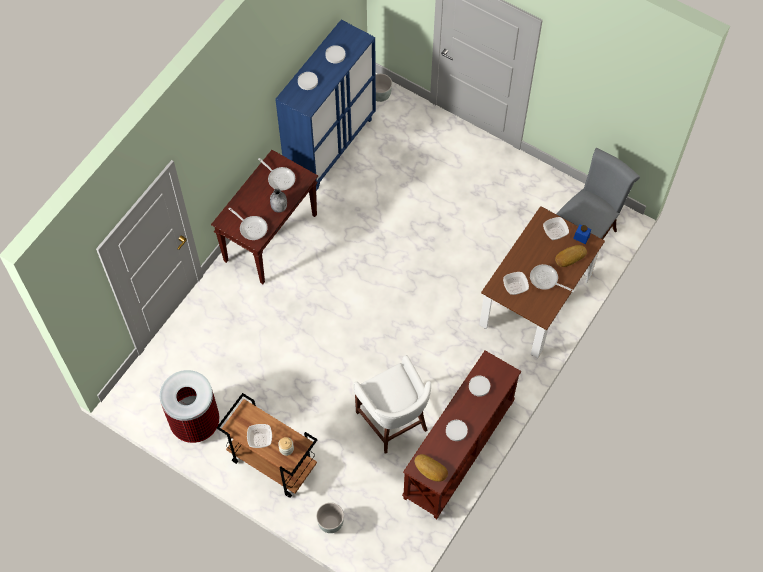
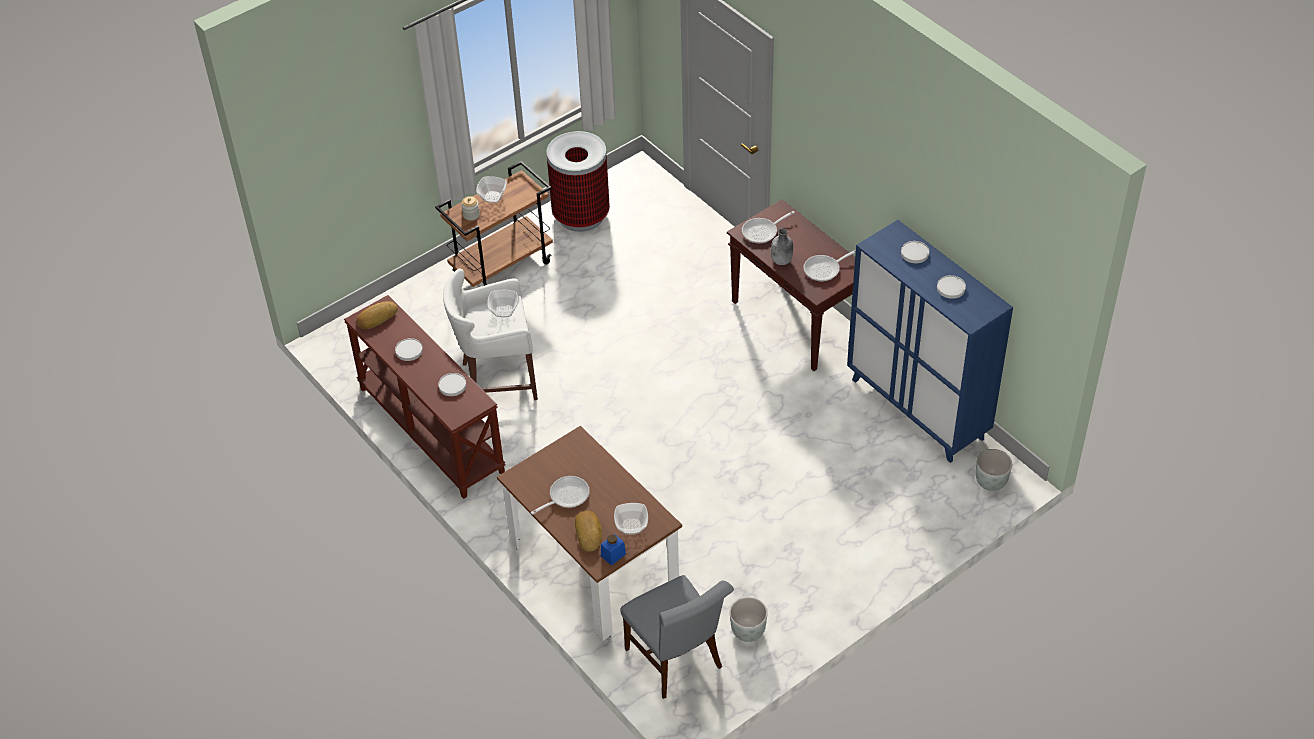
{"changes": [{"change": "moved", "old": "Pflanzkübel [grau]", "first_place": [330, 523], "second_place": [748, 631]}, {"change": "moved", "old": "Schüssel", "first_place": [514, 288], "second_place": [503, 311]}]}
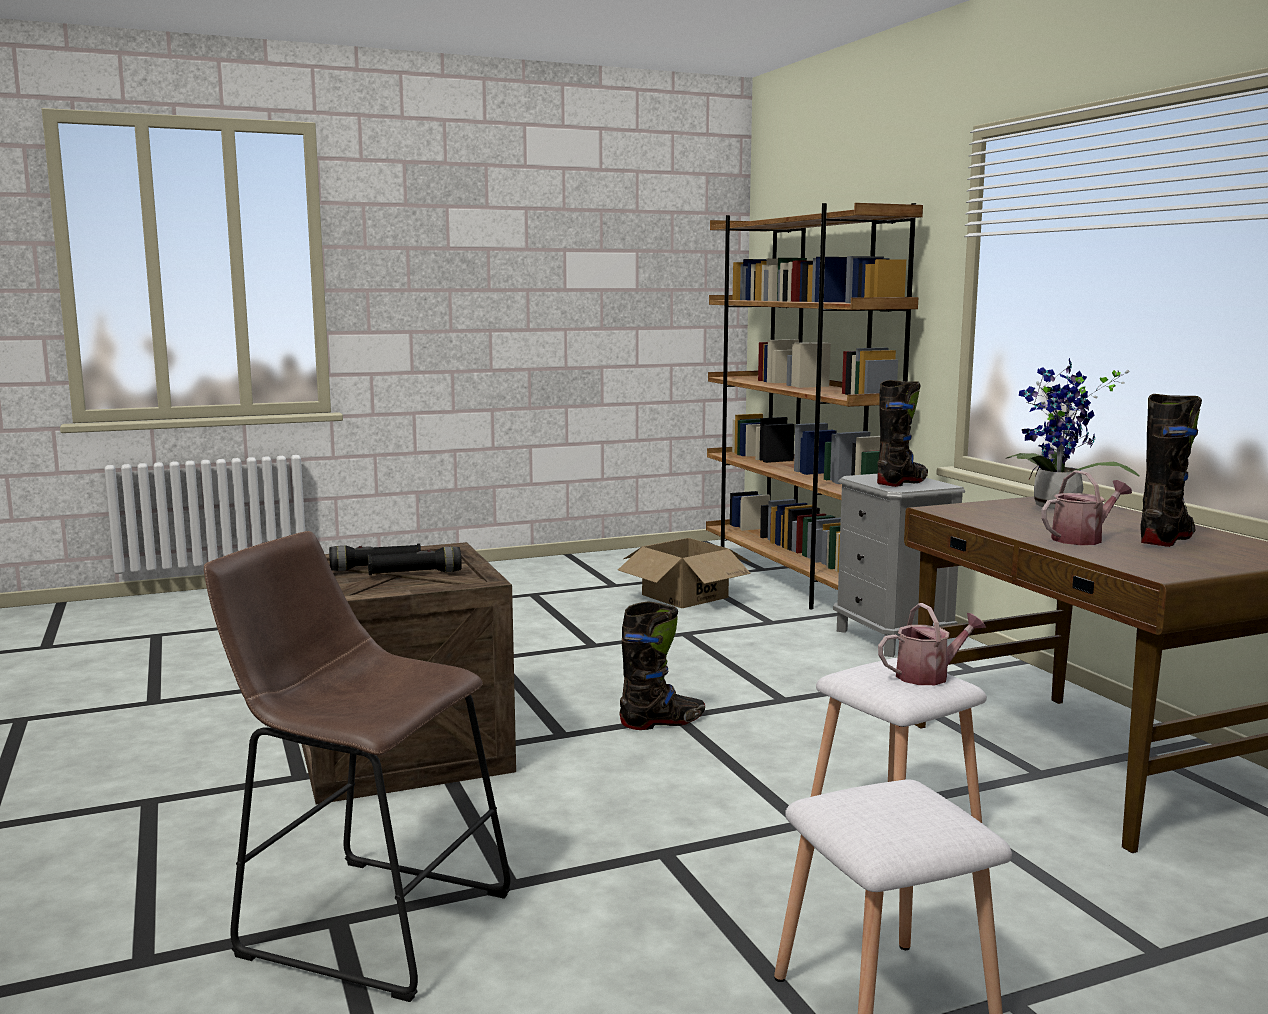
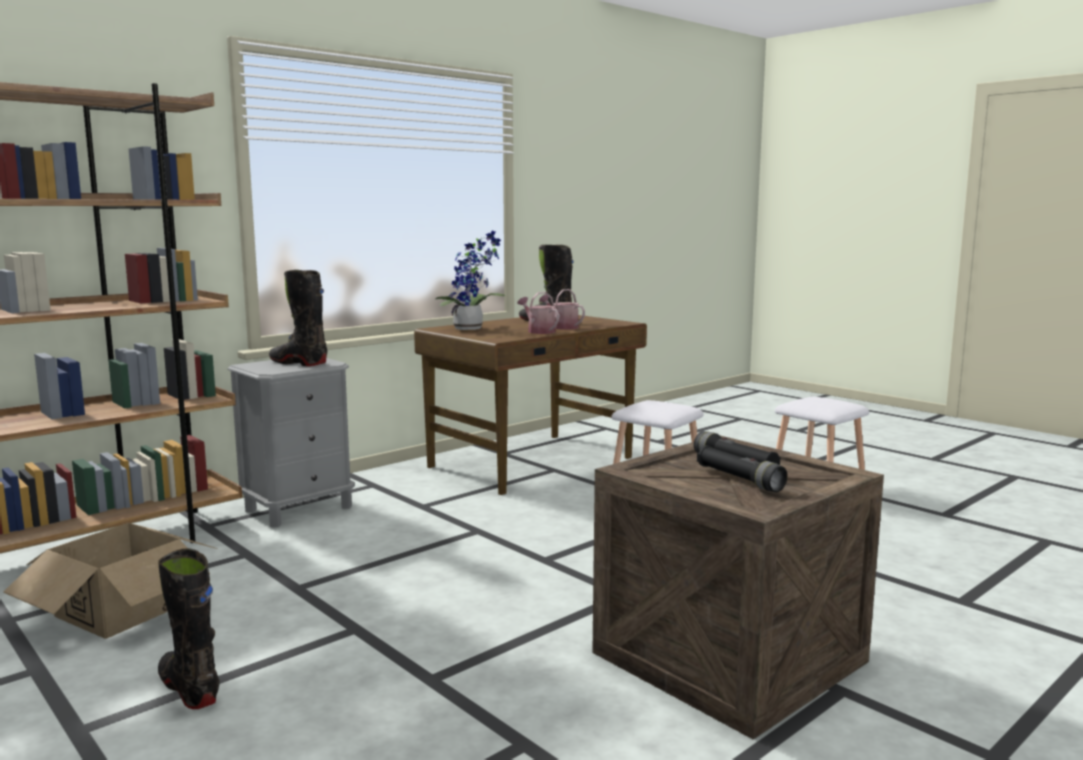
{"changes": [{"change": "removed", "old": "Hocker [braun]", "first_place": [364, 920]}, {"change": "moved", "old": "Stiefel [schwarz]", "first_place": [663, 722], "second_place": [189, 688]}, {"change": "moved", "old": "Gießkanne", "first_place": [928, 675], "second_place": [539, 331]}]}
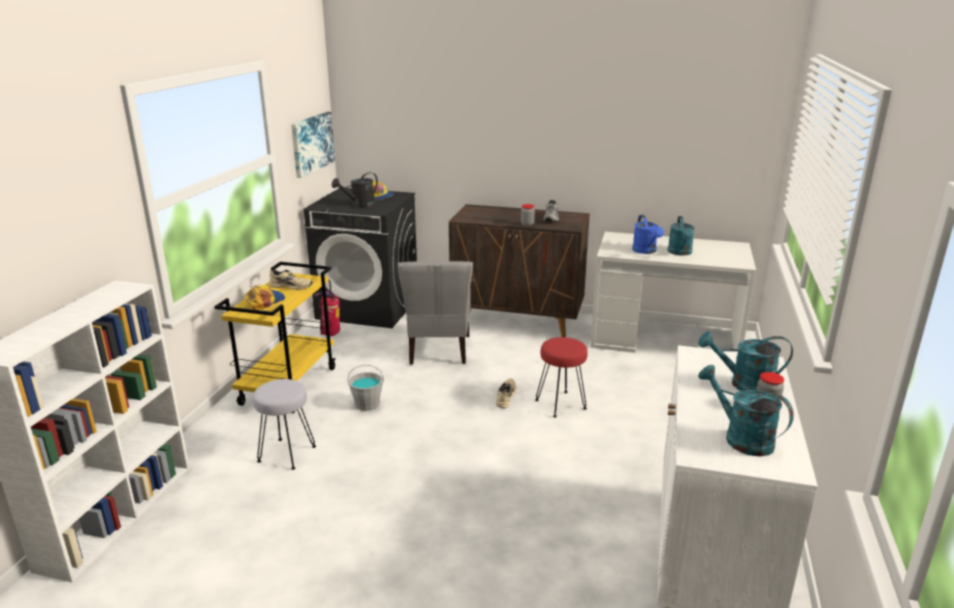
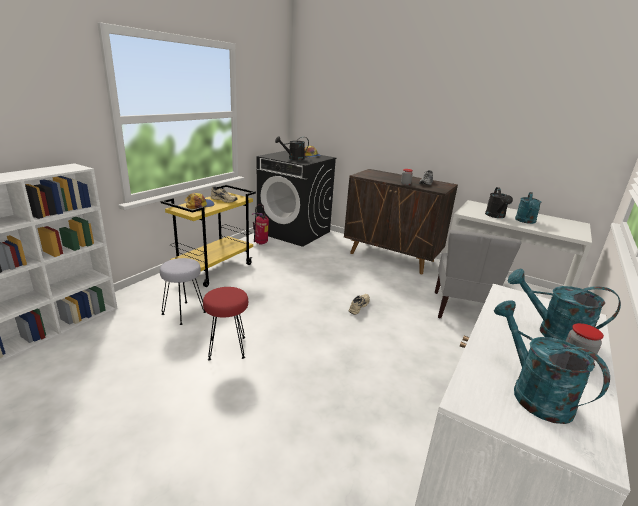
{"changes": [{"change": "removed", "old": "Bild", "first_place": [311, 143]}, {"change": "removed", "old": "Eimer [grau]", "first_place": [367, 404]}, {"change": "moved", "old": "Stuhl [grau]", "first_place": [438, 350], "second_place": [461, 309]}, {"change": "moved", "old": "Hocker [rot]", "first_place": [561, 404], "second_place": [228, 348]}, {"change": "recoloured", "old": "Gießkanne [blau]", "new": "Gießkanne [schwarz]", "first_place": [646, 251], "second_place": [496, 216]}]}
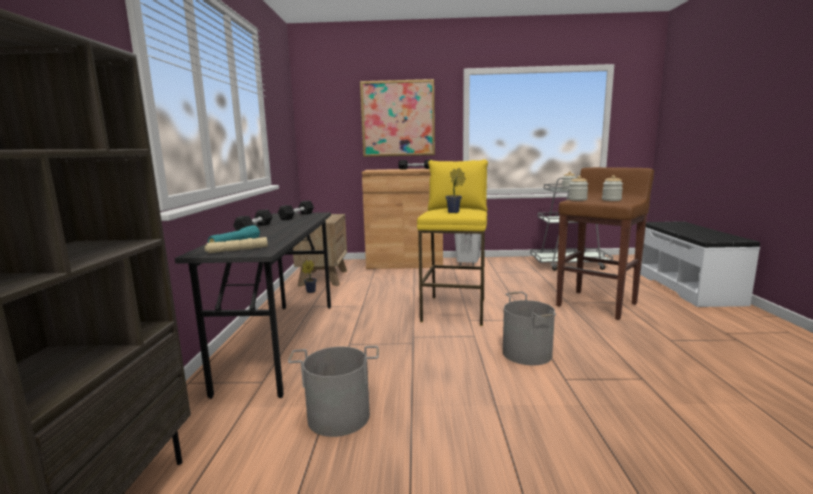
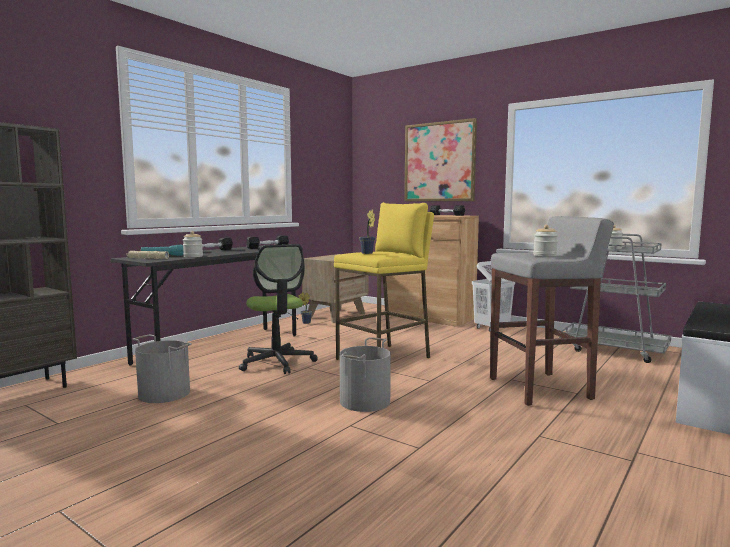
{"changes": [{"change": "recoloured", "old": "Hocker [braun]", "new": "Hocker [grau]", "first_place": [597, 304], "second_place": [541, 388]}, {"change": "moved", "old": "Vorratsglas", "first_place": [577, 199], "second_place": [193, 256]}, {"change": "added", "new": "Bürostuhl", "second_place": [277, 362]}]}
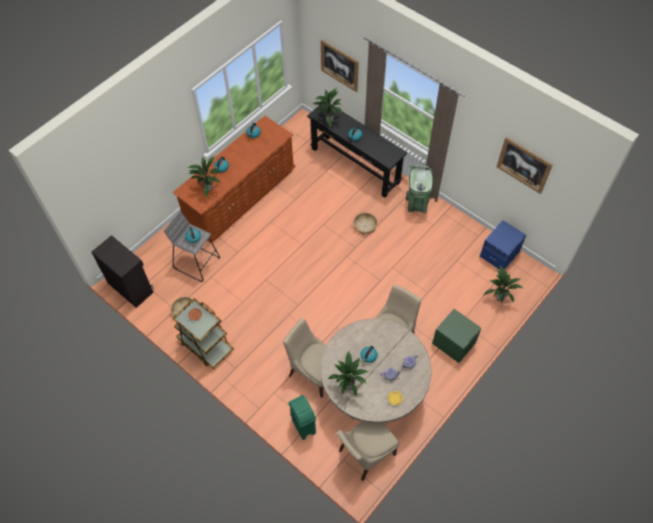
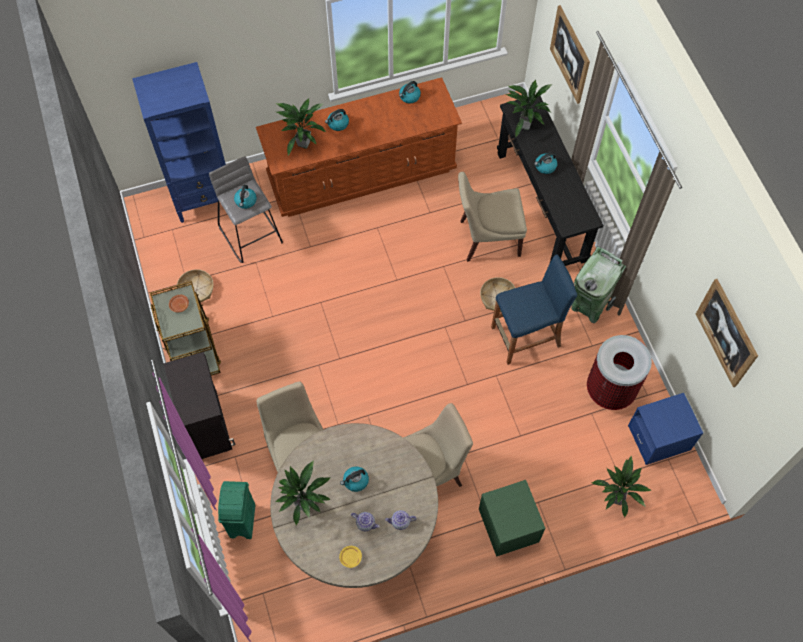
{"changes": [{"change": "moved", "old": "Schrank [schwarz]", "first_place": [130, 287], "second_place": [208, 424]}, {"change": "moved", "old": "Stuhl [beige]", "first_place": [365, 454], "second_place": [487, 238]}, {"change": "added", "new": "Bücherregal [blau]", "second_place": [204, 198]}, {"change": "added", "new": "Hocker [blau]", "second_place": [525, 337]}, {"change": "added", "new": "Mülleimer", "second_place": [610, 390]}]}
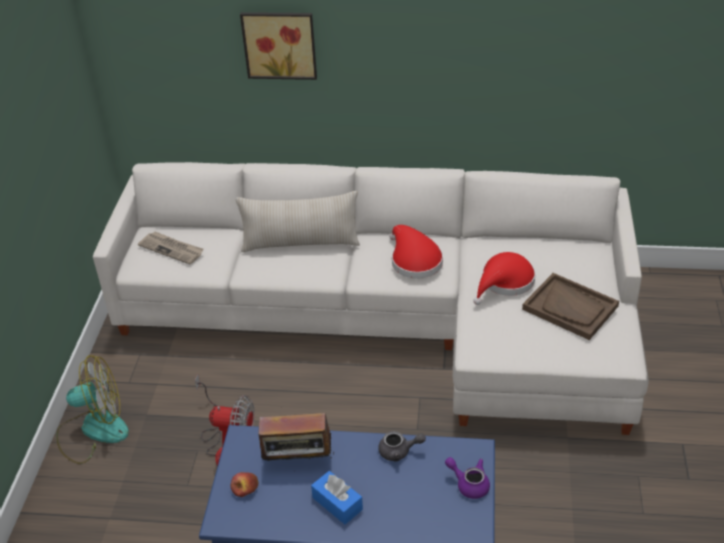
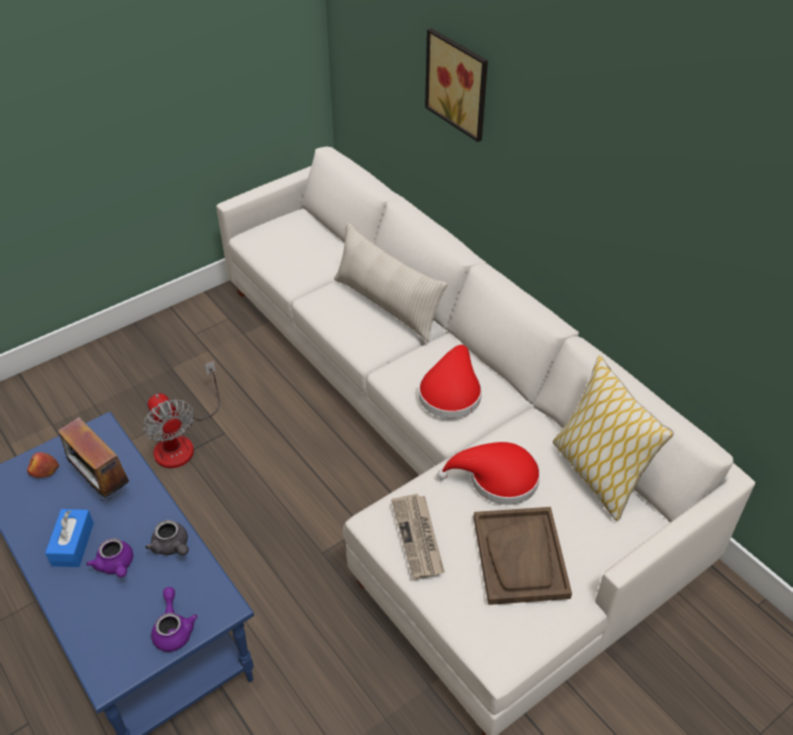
{"changes": [{"change": "removed", "old": "Ventilator", "first_place": [93, 430]}, {"change": "moved", "old": "Zeitung", "first_place": [172, 249], "second_place": [419, 537]}, {"change": "added", "new": "Teekanne [lila]", "second_place": [116, 565]}, {"change": "added", "new": "Kissen", "second_place": [597, 474]}]}
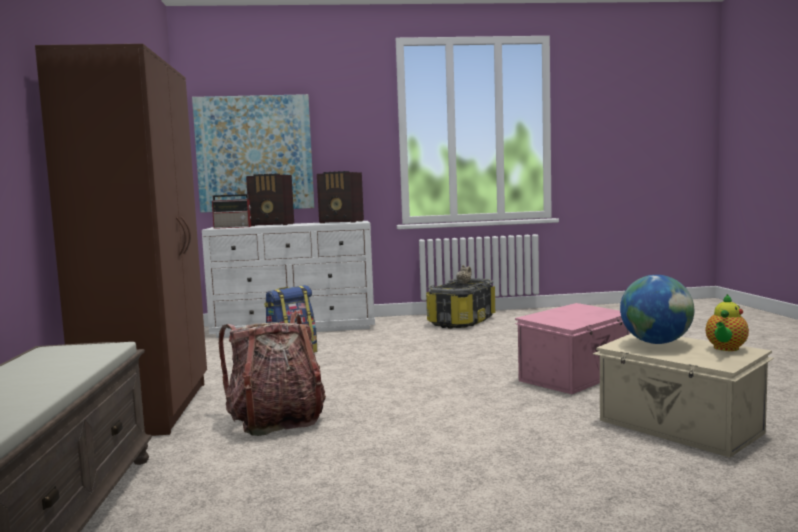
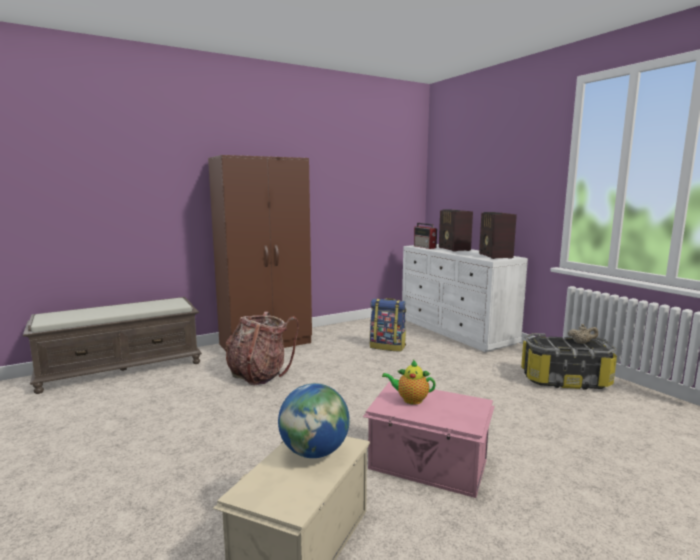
{"changes": [{"change": "removed", "old": "Bild", "first_place": [254, 153]}, {"change": "moved", "old": "Teekanne", "first_place": [725, 349], "second_place": [410, 400]}]}
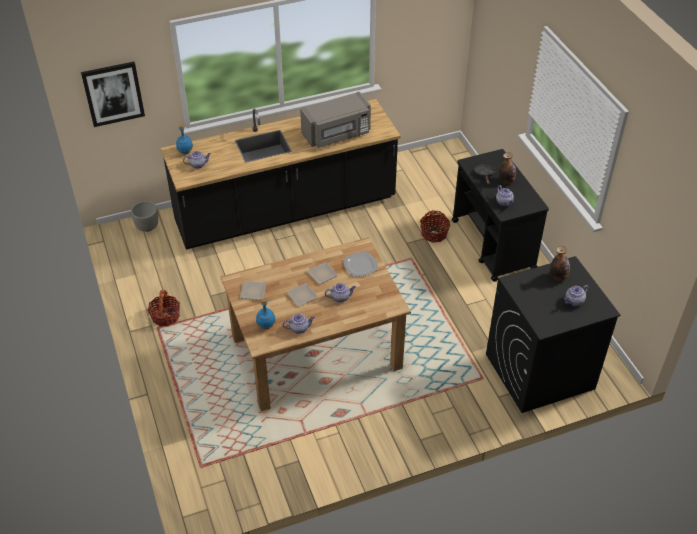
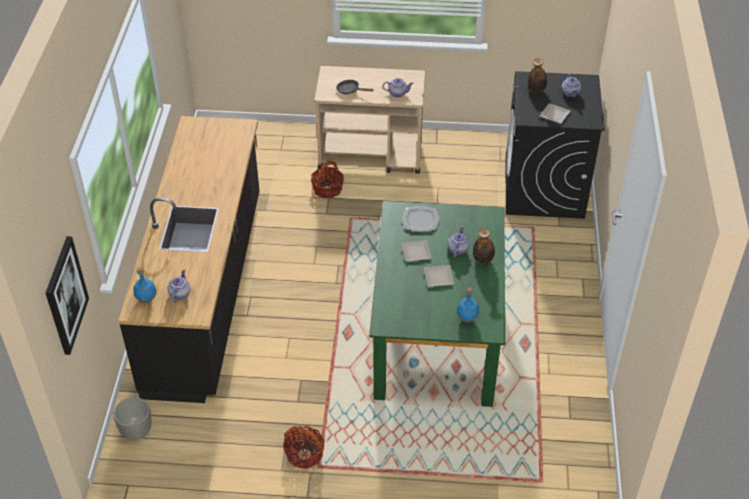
{"changes": [{"change": "recoloured", "old": "Esstisch [braun]", "new": "Esstisch [grün]", "first_place": [316, 351], "second_place": [435, 335]}, {"change": "moved", "old": "Teller", "first_place": [252, 291], "second_place": [553, 115]}, {"change": "removed", "old": "Teekanne", "first_place": [299, 328]}, {"change": "removed", "old": "Mikrowelle [grau]", "first_place": [337, 134]}, {"change": "recoloured", "old": "Rollwagen [schwarz]", "new": "Rollwagen [beige]", "first_place": [493, 245], "second_place": [371, 155]}, {"change": "moved", "old": "Flasche", "first_place": [506, 181], "second_place": [483, 260]}]}
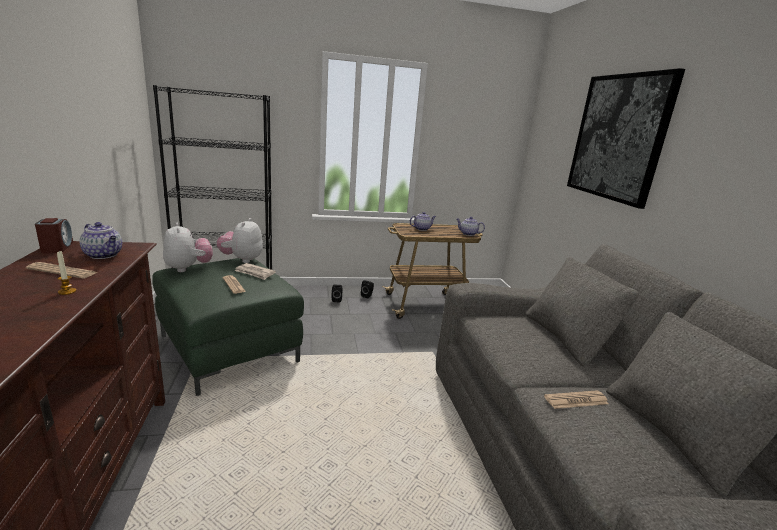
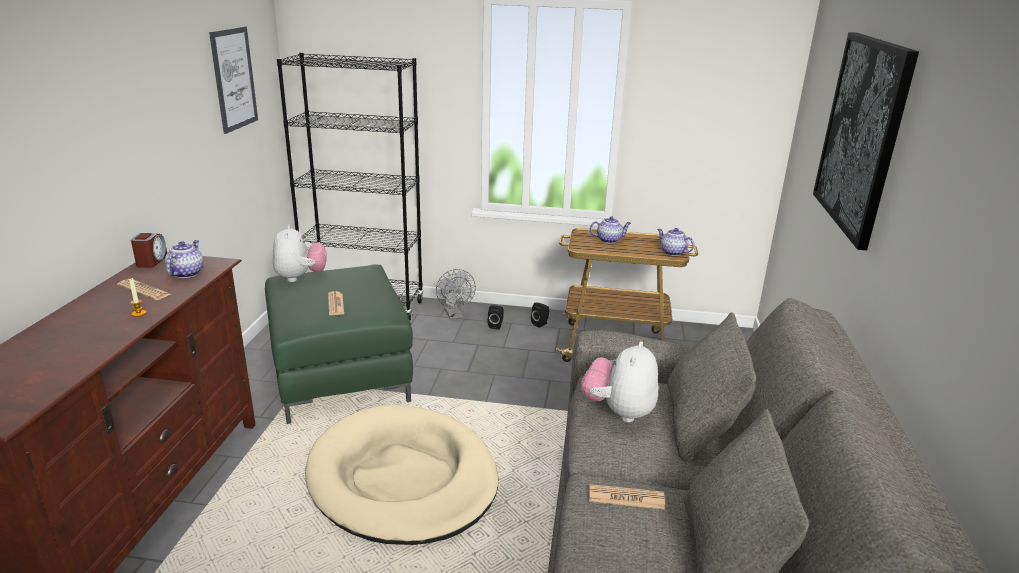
{"changes": [{"change": "turned", "old": "Teekanne", "first_place": [104, 255], "second_place": [186, 273], "degrees": -135}, {"change": "moved", "old": "Plüschtier", "first_place": [242, 260], "second_place": [619, 411]}, {"change": "removed", "old": "Zeitung", "first_place": [255, 273]}, {"change": "added", "new": "Bild", "second_place": [234, 79]}, {"change": "added", "new": "Hundebett [beige]", "second_place": [403, 479]}, {"change": "added", "new": "Ventilator [grau]", "second_place": [455, 315]}]}
